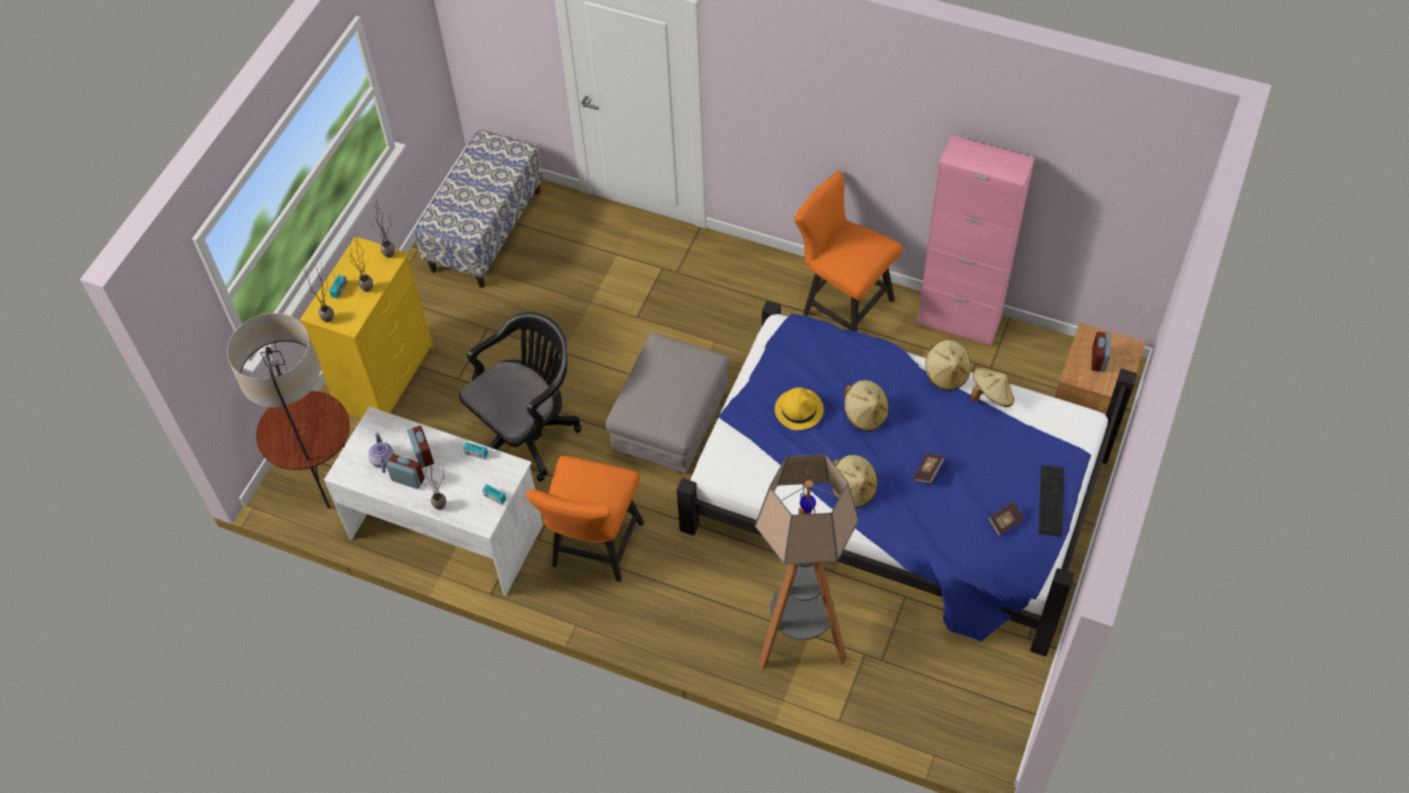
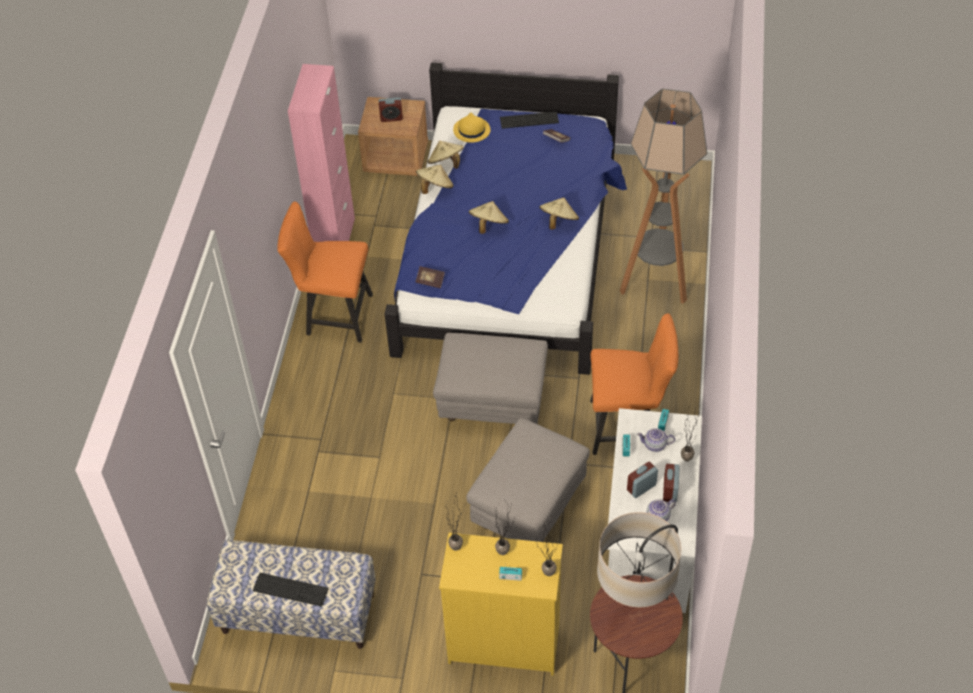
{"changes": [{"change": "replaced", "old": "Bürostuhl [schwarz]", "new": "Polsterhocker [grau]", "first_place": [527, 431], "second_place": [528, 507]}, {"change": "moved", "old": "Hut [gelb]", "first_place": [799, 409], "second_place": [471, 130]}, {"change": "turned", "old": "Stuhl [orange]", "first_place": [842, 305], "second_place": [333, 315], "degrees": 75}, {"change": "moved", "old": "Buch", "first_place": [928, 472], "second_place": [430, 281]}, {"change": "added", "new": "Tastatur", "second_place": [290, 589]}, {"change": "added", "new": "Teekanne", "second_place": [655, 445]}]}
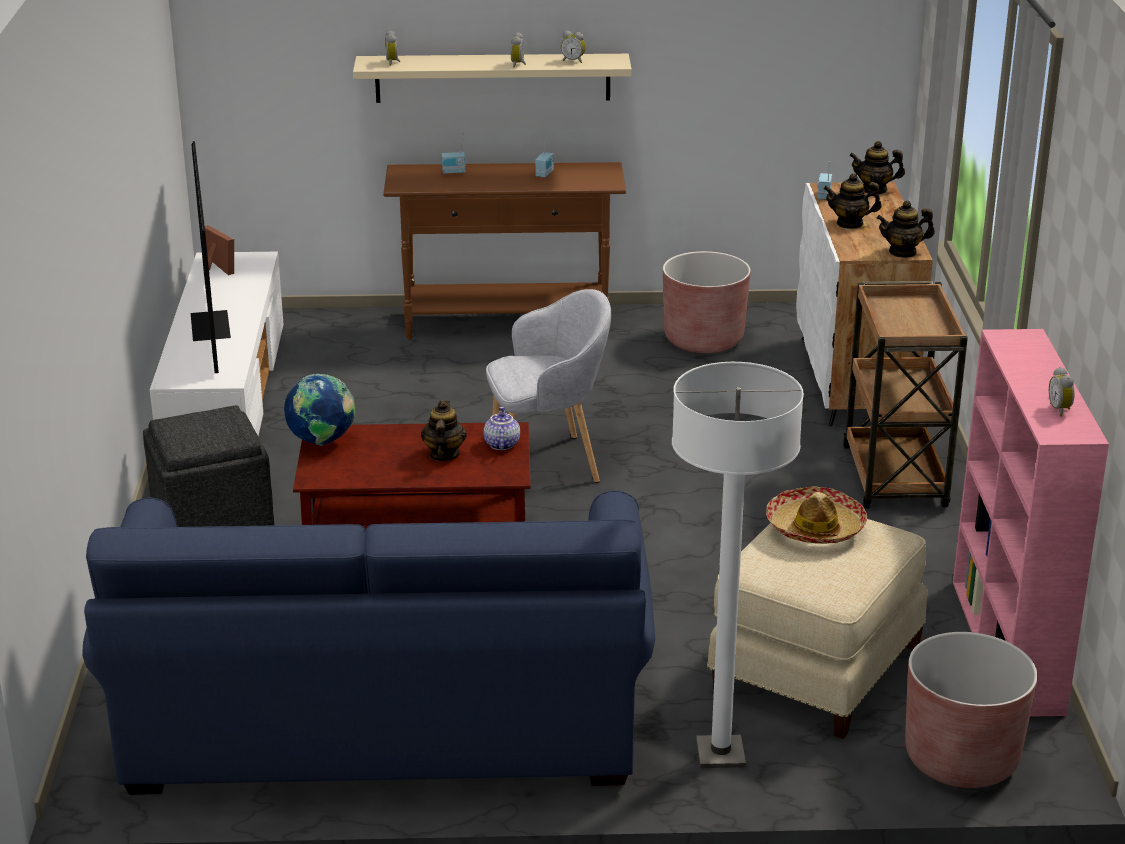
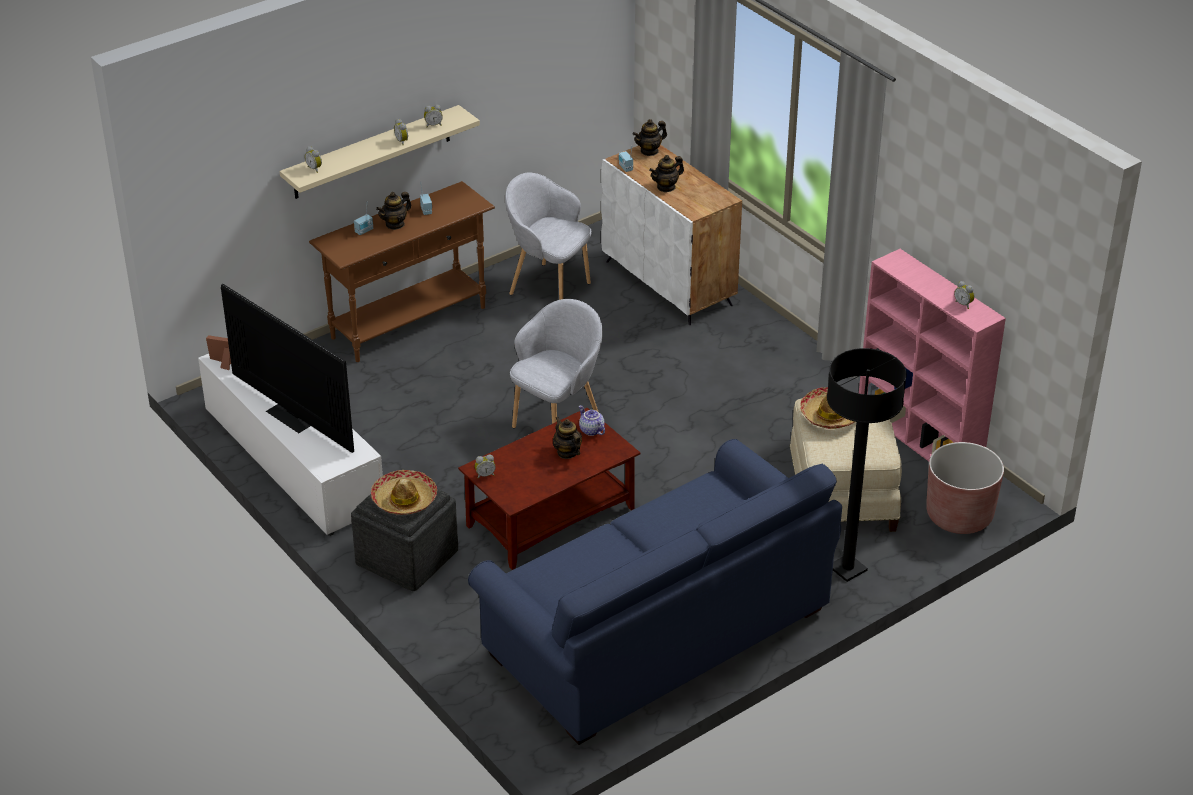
{"changes": [{"change": "replaced", "old": "Globus", "new": "Wecker", "first_place": [322, 442], "second_place": [485, 475]}, {"change": "replaced", "old": "Pflanzkübel [braun]", "new": "Sessel [grau]", "first_place": [703, 340], "second_place": [548, 286]}, {"change": "recoloured", "old": "Stehlampe [weiß]", "new": "Stehlampe [schwarz]", "first_place": [720, 754], "second_place": [847, 569]}, {"change": "removed", "old": "Rollwagen [braun]", "first_place": [895, 479]}, {"change": "moved", "old": "Teekanne", "first_place": [903, 252], "second_place": [395, 224]}, {"change": "added", "new": "Hut", "second_place": [404, 499]}]}
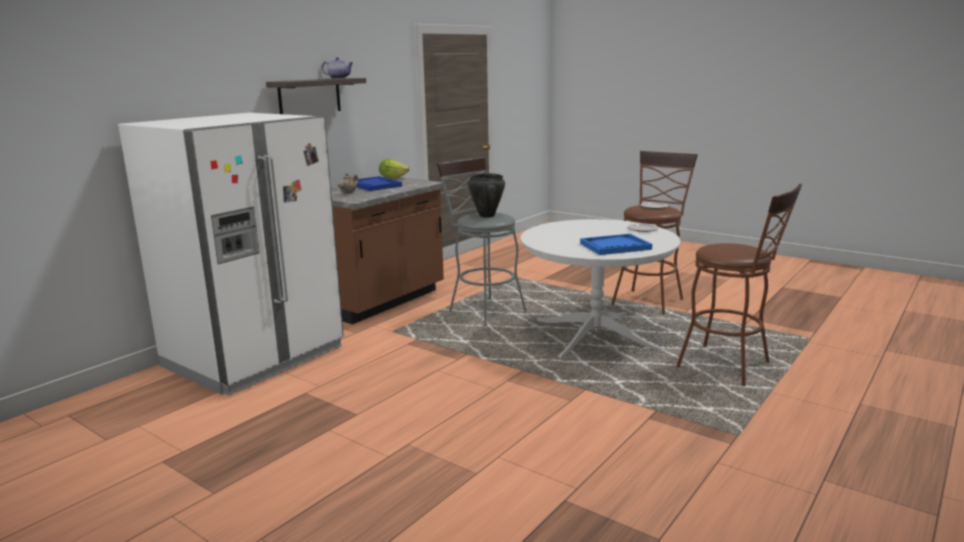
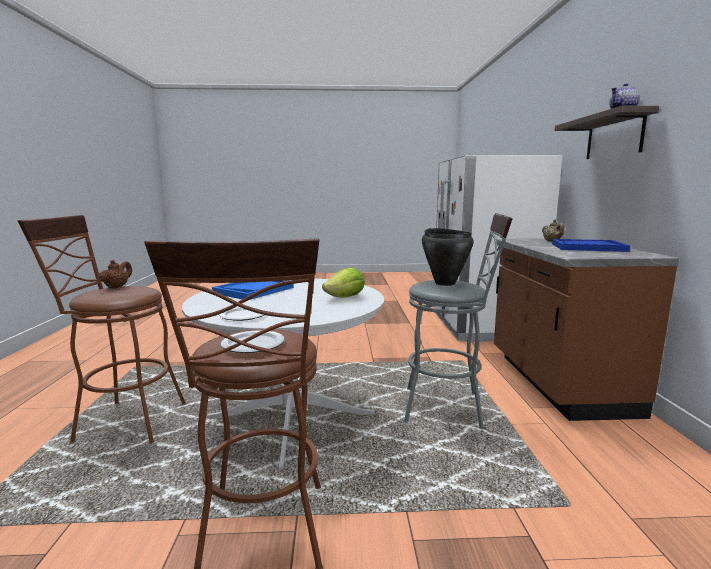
{"changes": [{"change": "moved", "old": "Salatkopf", "first_place": [392, 178], "second_place": [345, 297]}, {"change": "added", "new": "Teekanne [braun]", "second_place": [117, 287]}]}
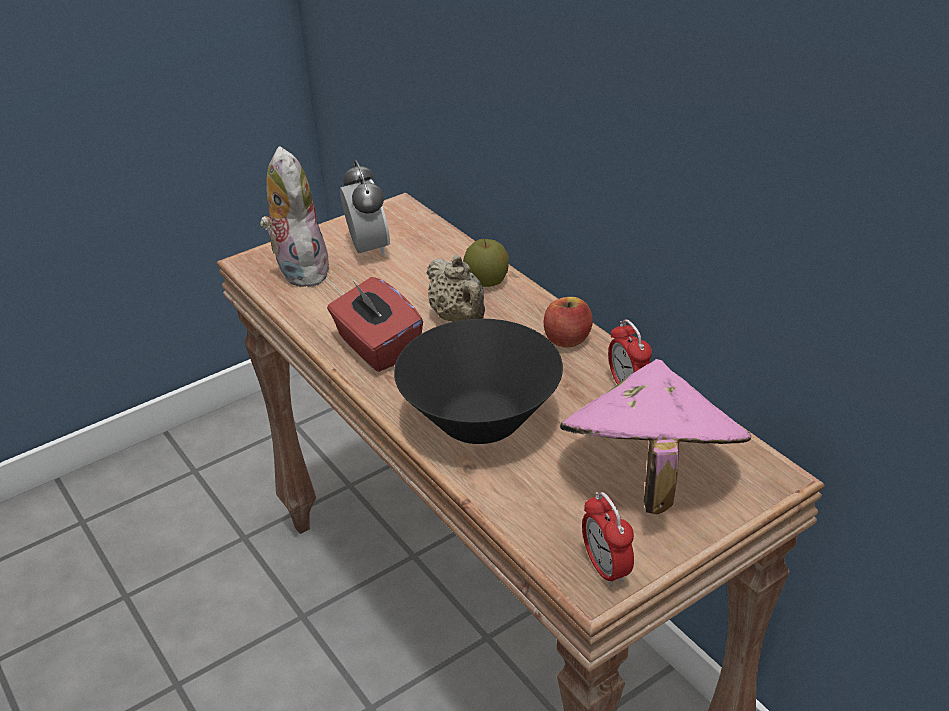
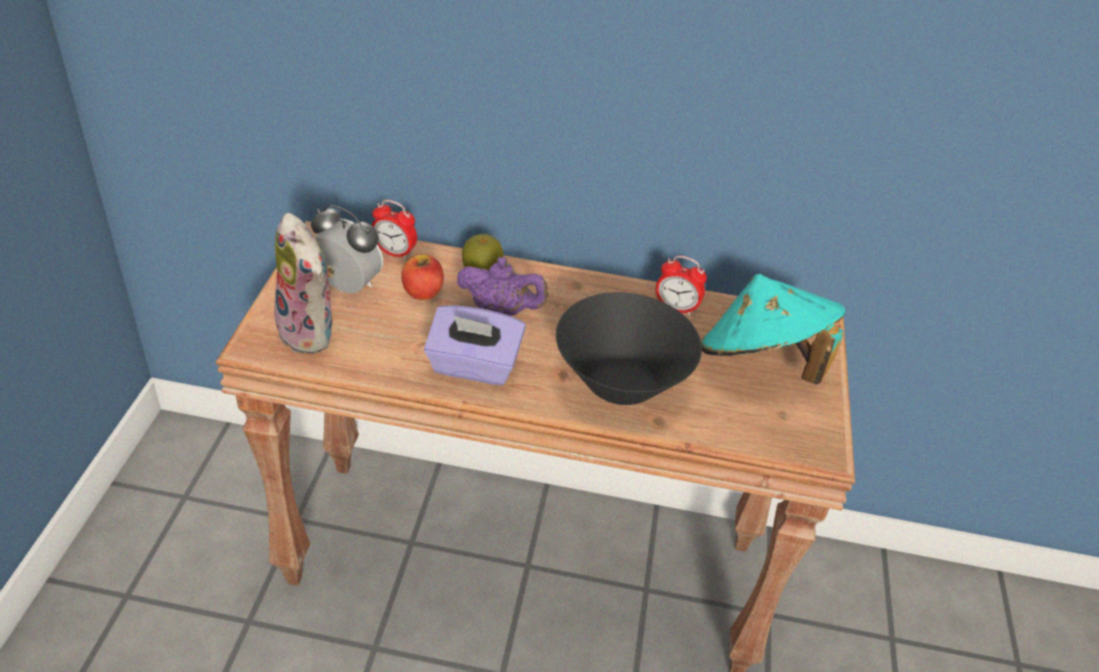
{"changes": [{"change": "turned", "old": "Plüschtier", "first_place": [298, 270], "second_place": [311, 332], "degrees": -150}, {"change": "recoloured", "old": "Taschentuchbox [rot]", "new": "Taschentuchbox [lila]", "first_place": [377, 347], "second_place": [473, 366]}, {"change": "recoloured", "old": "Teekanne [beige]", "new": "Teekanne [lila]", "first_place": [459, 318], "second_place": [501, 311]}, {"change": "moved", "old": "Apfel", "first_place": [567, 339], "second_place": [422, 292]}, {"change": "recoloured", "old": "Hut [rosa]", "new": "Hut [türkis]", "first_place": [649, 475], "second_place": [761, 362]}, {"change": "moved", "old": "Wecker", "first_place": [606, 568], "second_place": [394, 253]}]}
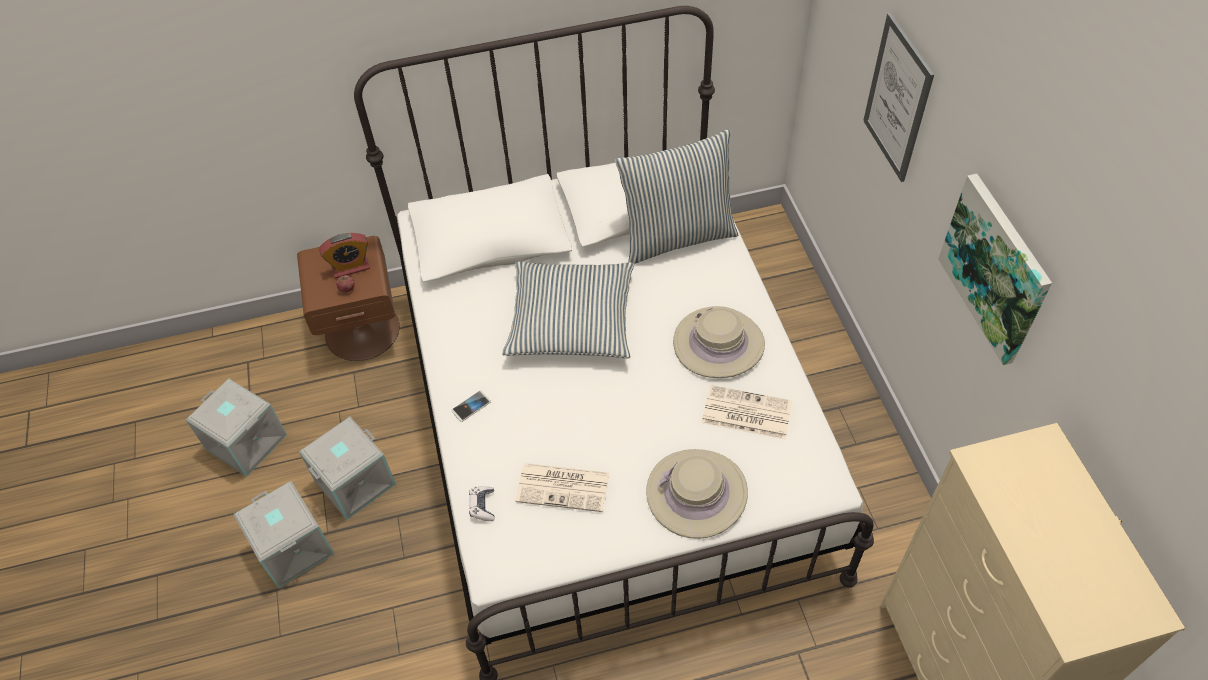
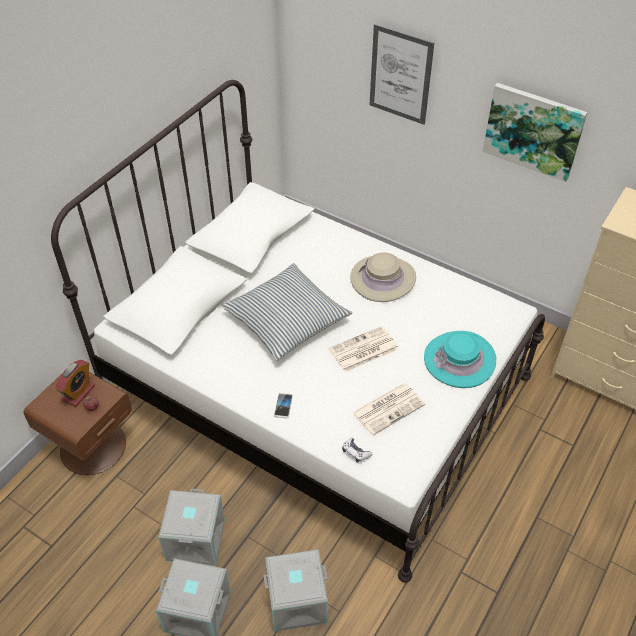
{"changes": [{"change": "moved", "old": "Aufbewahrungsbox [grau]", "first_place": [245, 443], "second_place": [296, 602]}, {"change": "removed", "old": "Kissen", "first_place": [677, 236]}, {"change": "recoloured", "old": "Hut [beige]", "new": "Hut [türkis]", "first_place": [696, 493], "second_place": [459, 360]}, {"change": "moved", "old": "Zeitung", "first_place": [745, 413], "second_place": [363, 350]}]}
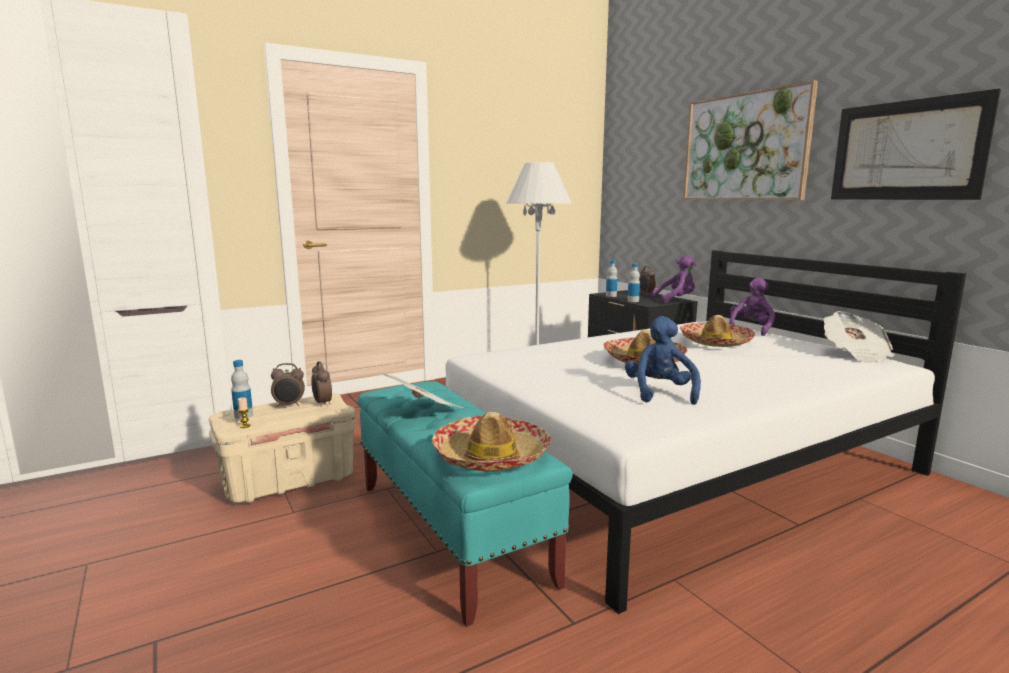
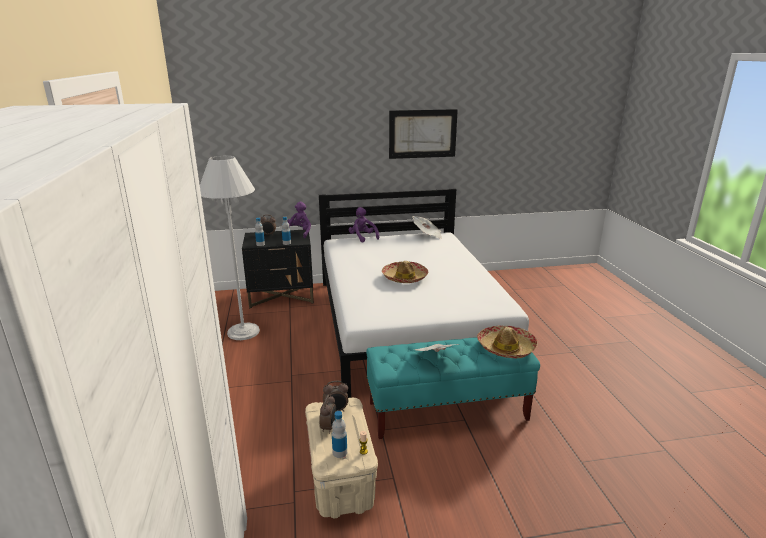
{"changes": [{"change": "removed", "old": "Plüschtier [blau]", "first_place": [659, 393]}, {"change": "removed", "old": "Hut", "first_place": [715, 342]}, {"change": "removed", "old": "Bild", "first_place": [745, 147]}]}
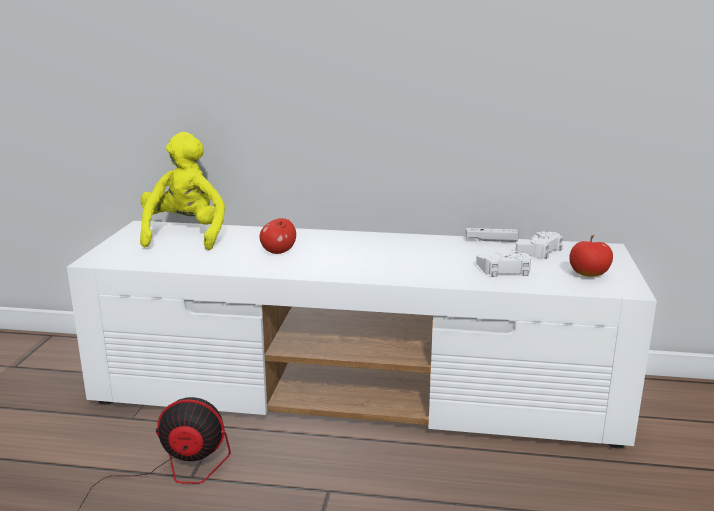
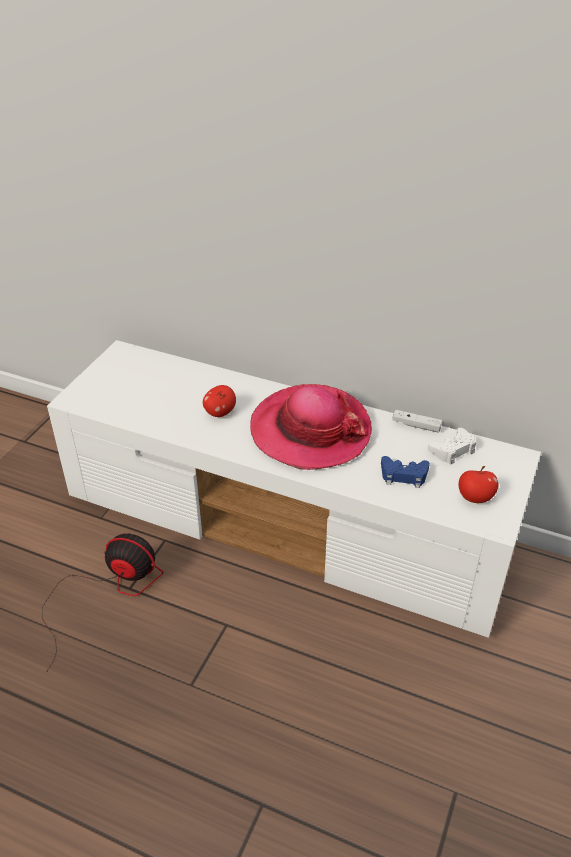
{"changes": [{"change": "removed", "old": "Plüschtier [gelb]", "first_place": [185, 235]}, {"change": "recoloured", "old": "Gamepad [weiß]", "new": "Gamepad [blau]", "first_place": [505, 270], "second_place": [403, 475]}, {"change": "added", "new": "Hut", "second_place": [310, 430]}]}
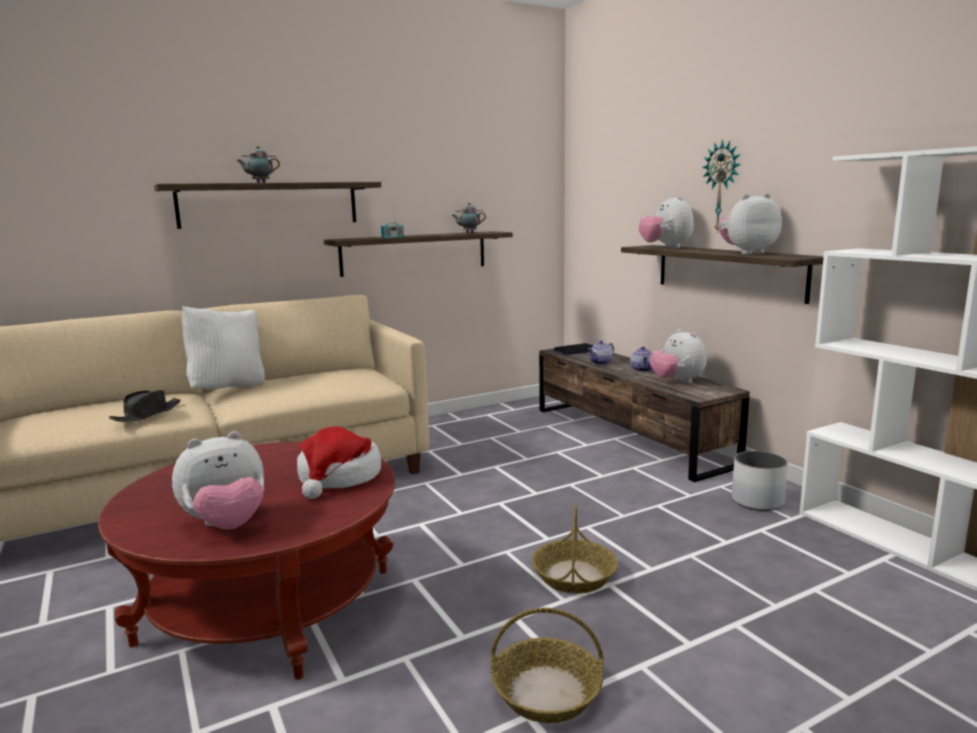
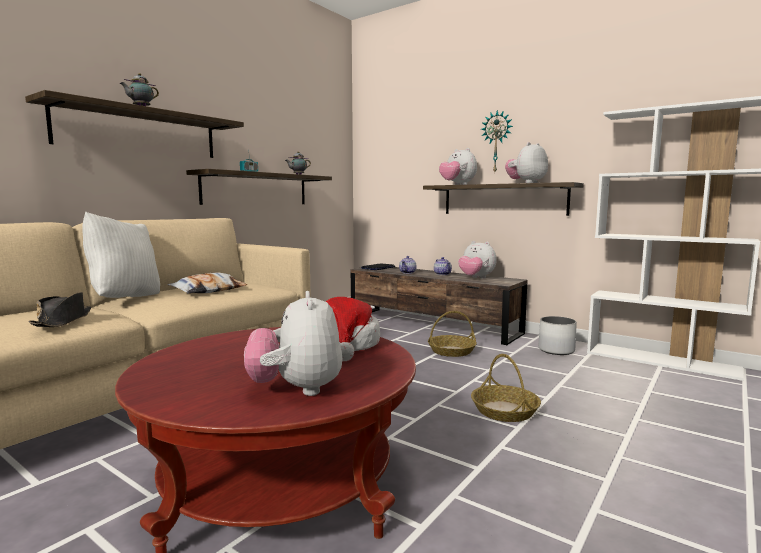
{"changes": [{"change": "turned", "old": "Plüschtier", "first_place": [227, 525], "second_place": [296, 390], "degrees": 135}, {"change": "moved", "old": "Korb", "first_place": [546, 692], "second_place": [451, 351]}, {"change": "added", "new": "Kissen", "second_place": [209, 290]}]}
